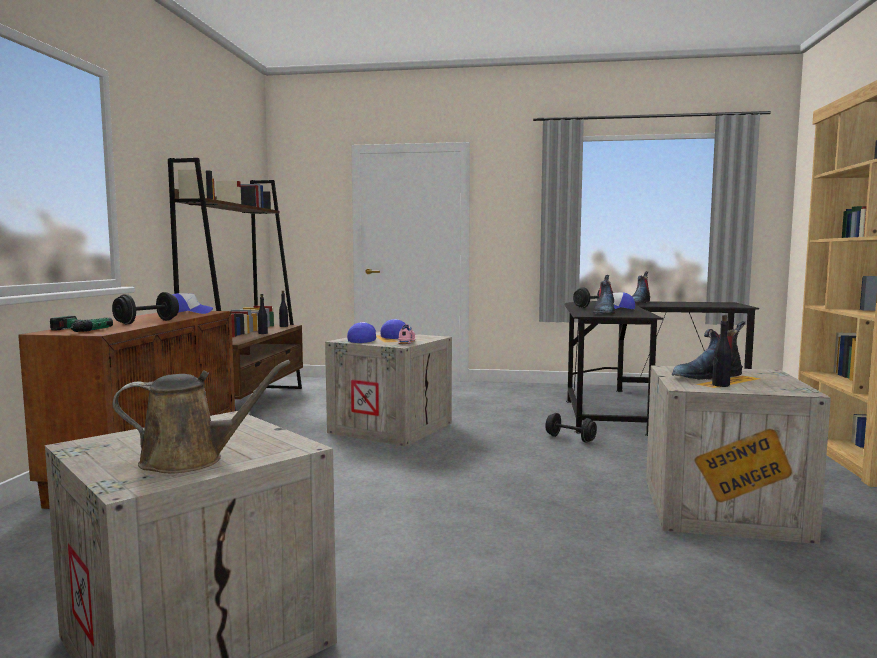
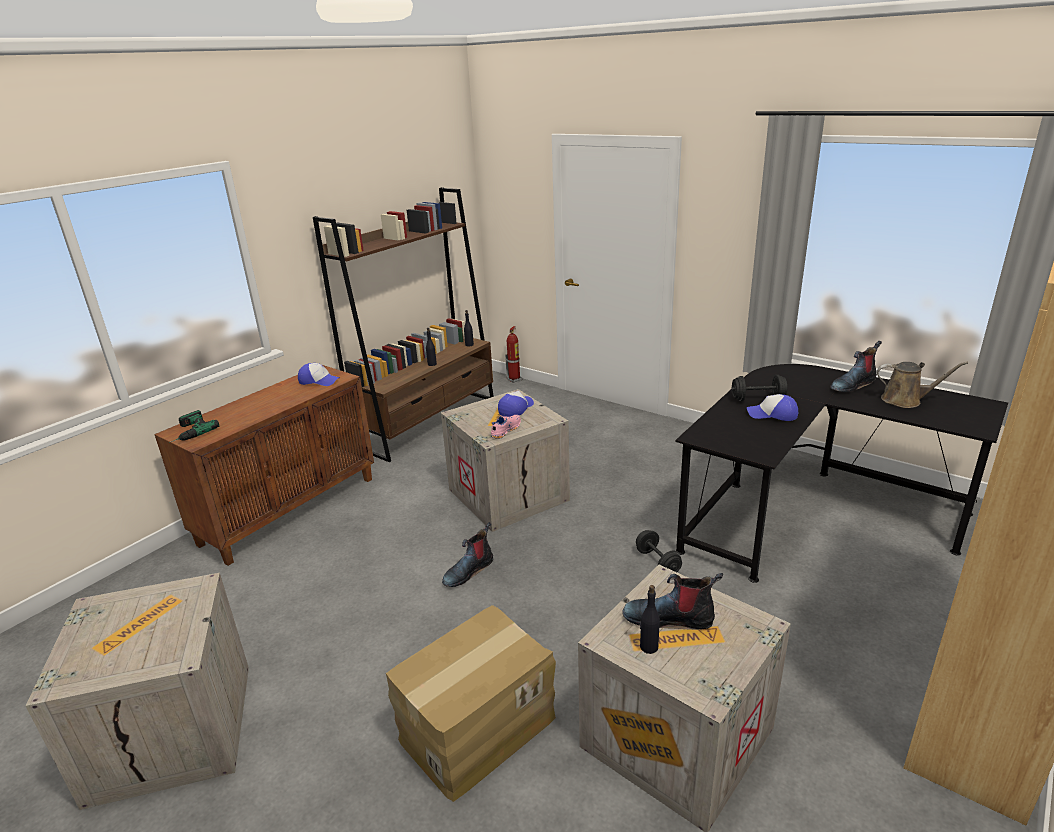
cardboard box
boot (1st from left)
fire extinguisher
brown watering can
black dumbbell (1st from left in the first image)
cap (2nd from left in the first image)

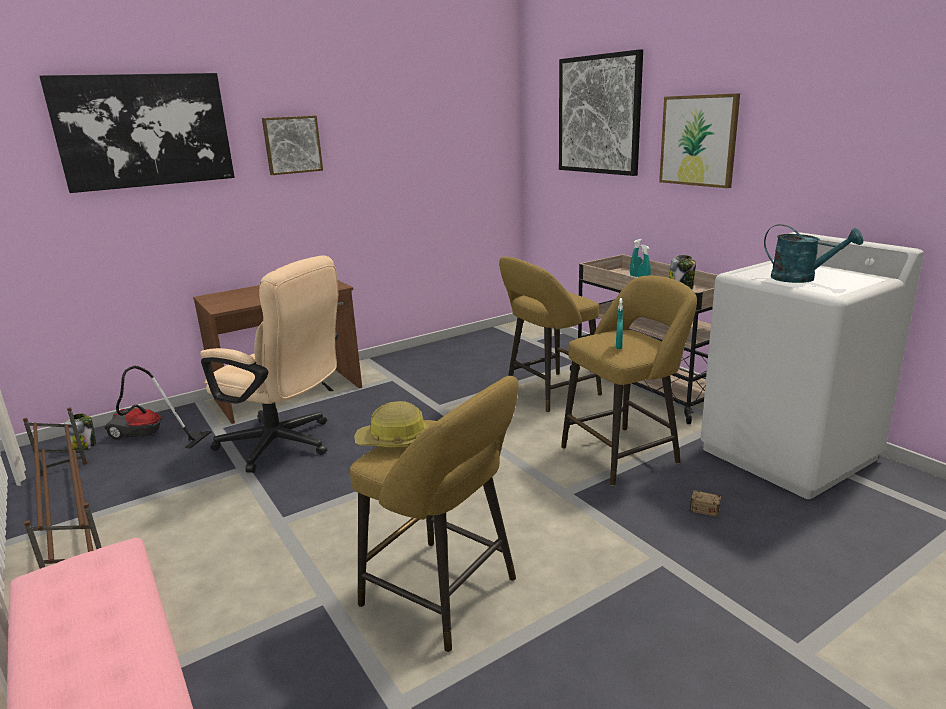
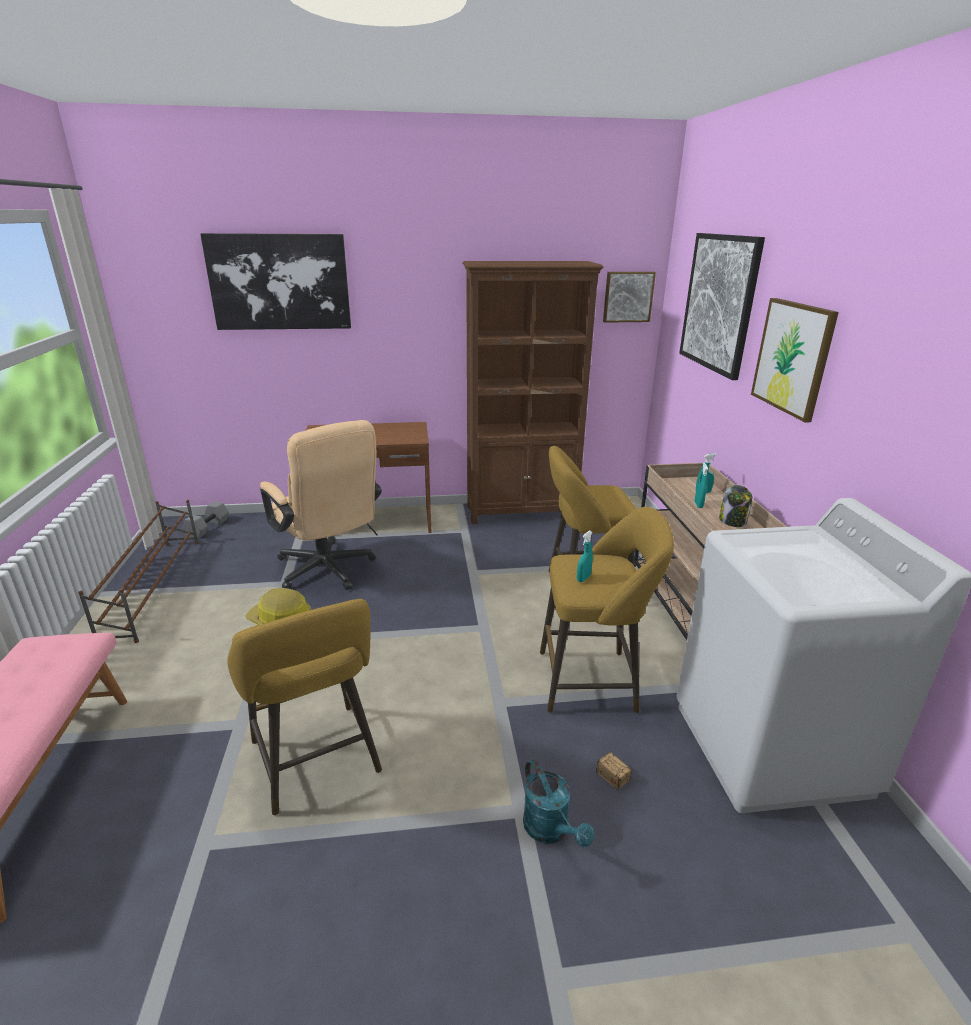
grey dumbbell
brown bookcase
turquoise watering can
picture (2nd from left)
vacuum cleaner

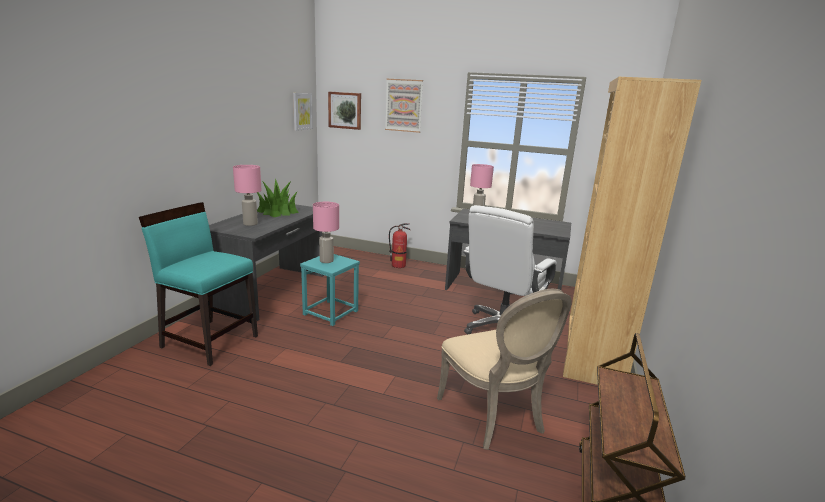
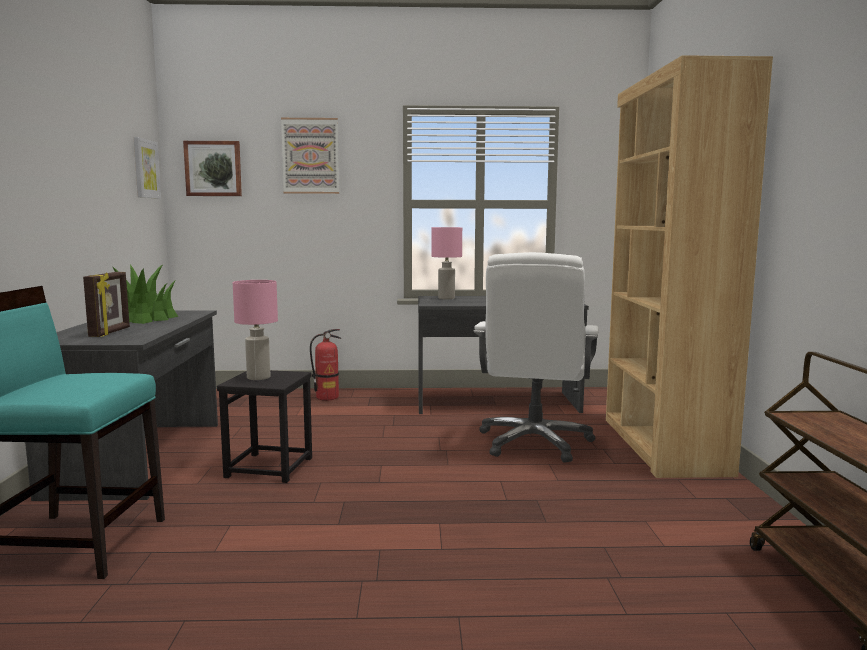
picture frame
black stool
beige chair

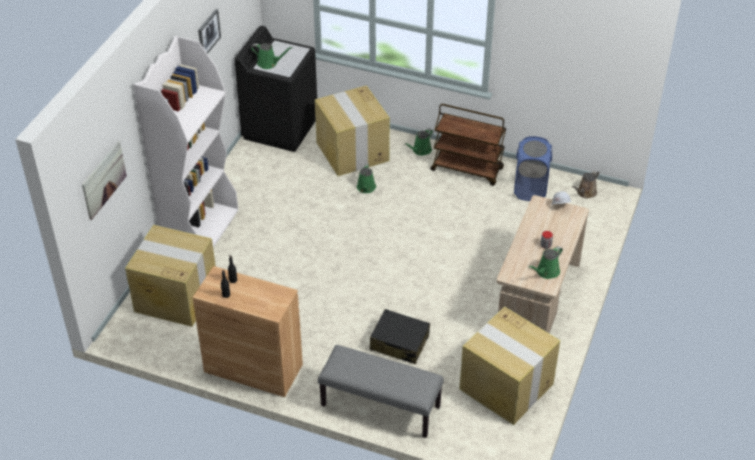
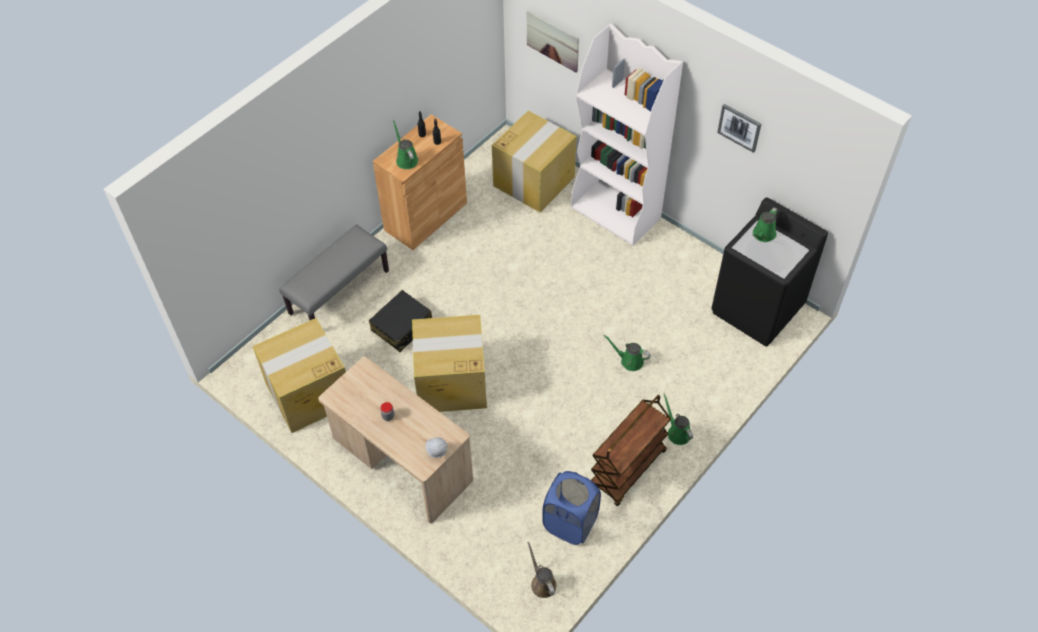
green watering can (1st from left)
cardboard box (2nd from left)

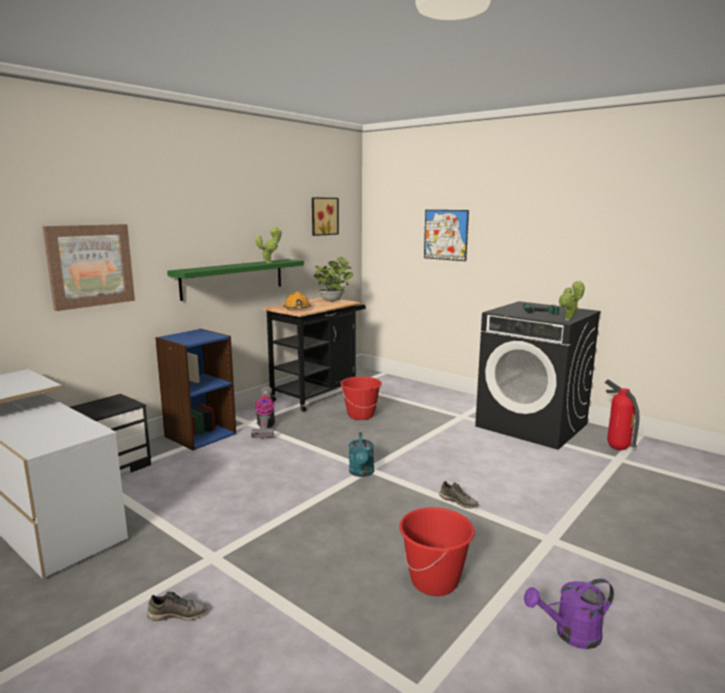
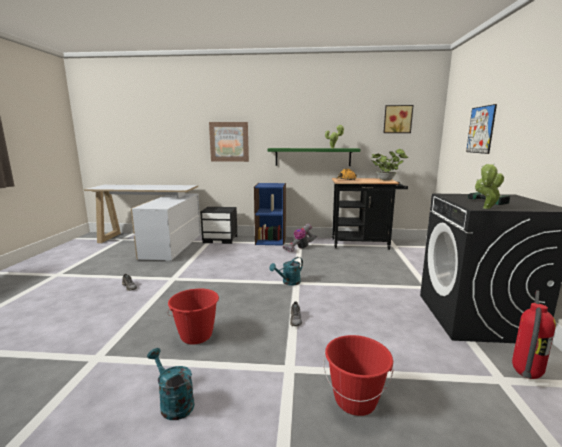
turquoise watering can (1st from left)
red bucket (2nd from left)

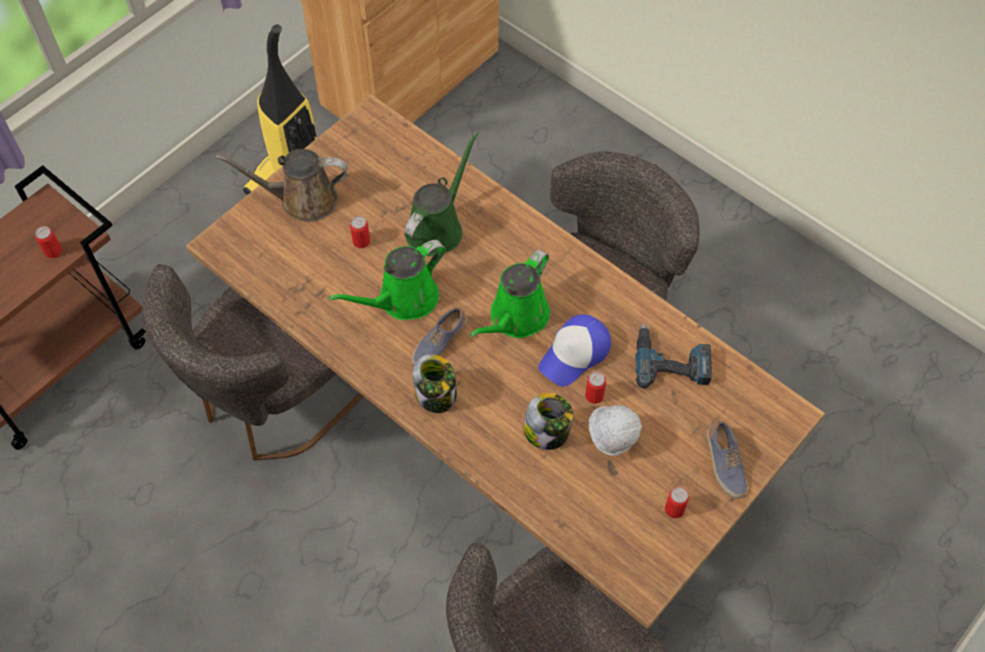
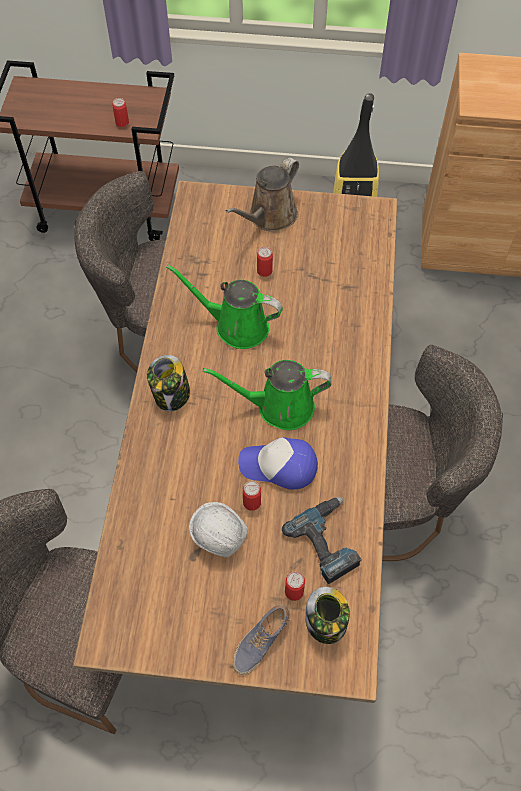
brown watering can
can (4th from left)
jar (2nd from left)
green watering can (2nd from left in the first image)
shoe (1st from left in the first image)

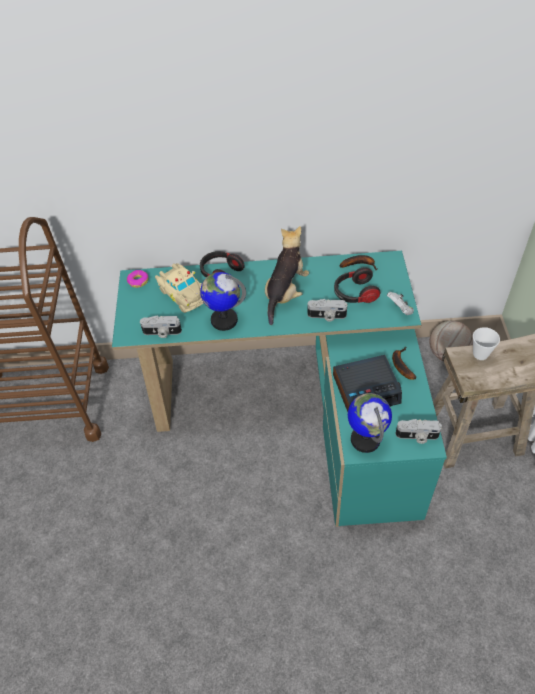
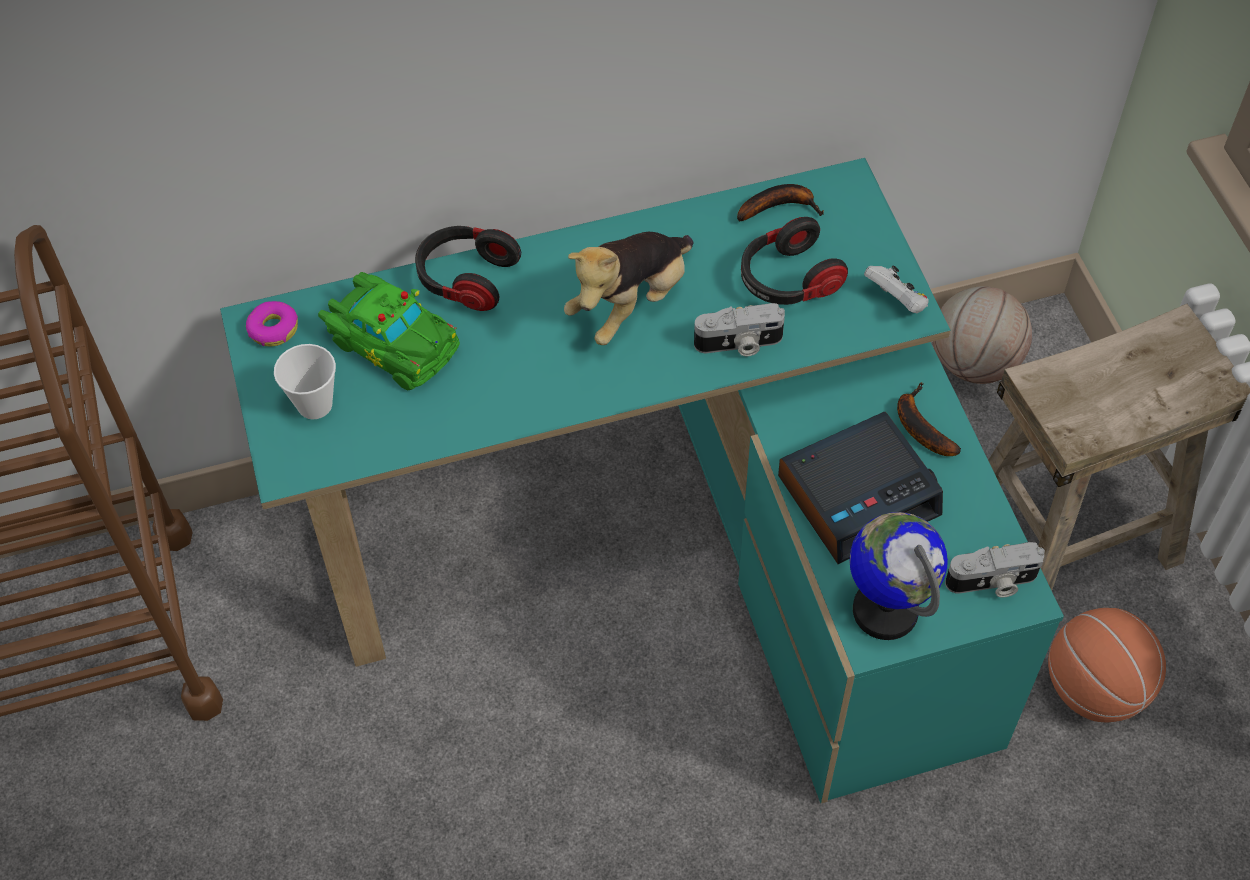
cup
green toy car
plush toy
basketball (2nd from left)
photo camera (1st from left in the first image)
globe (1st from left in the first image)

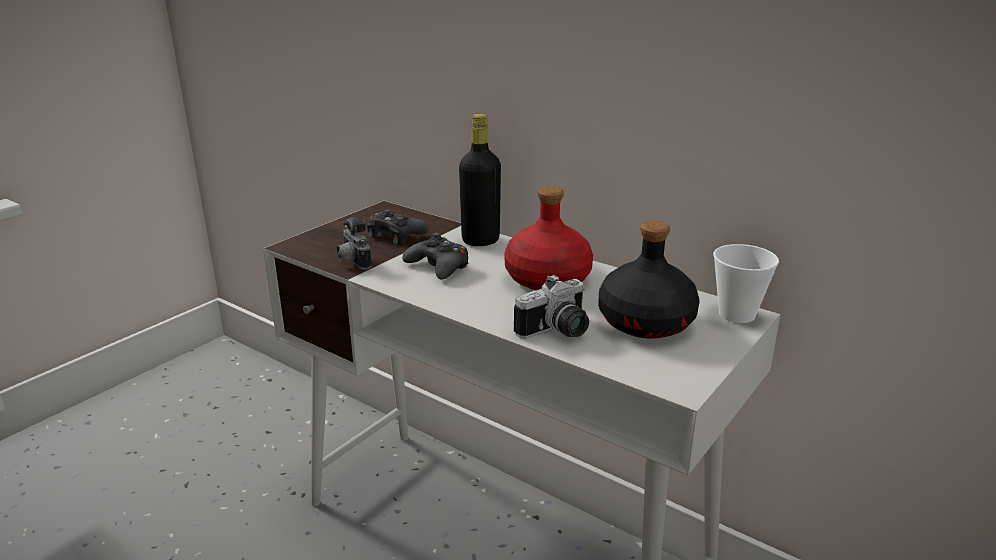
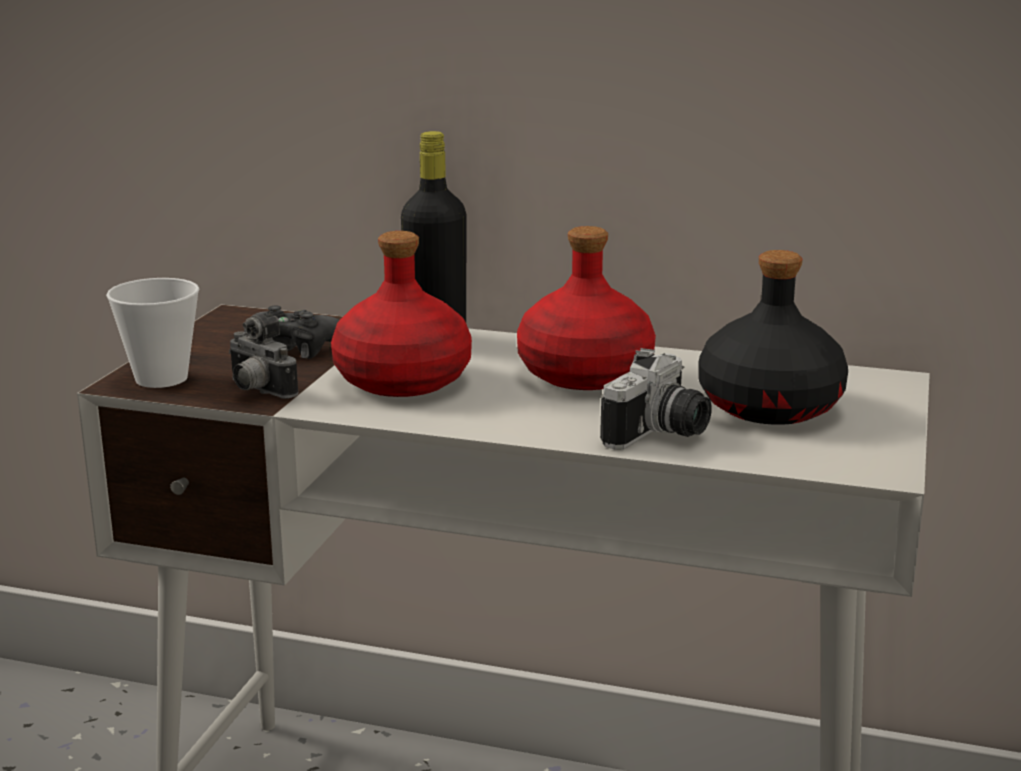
cup
red bottle (1st from left)

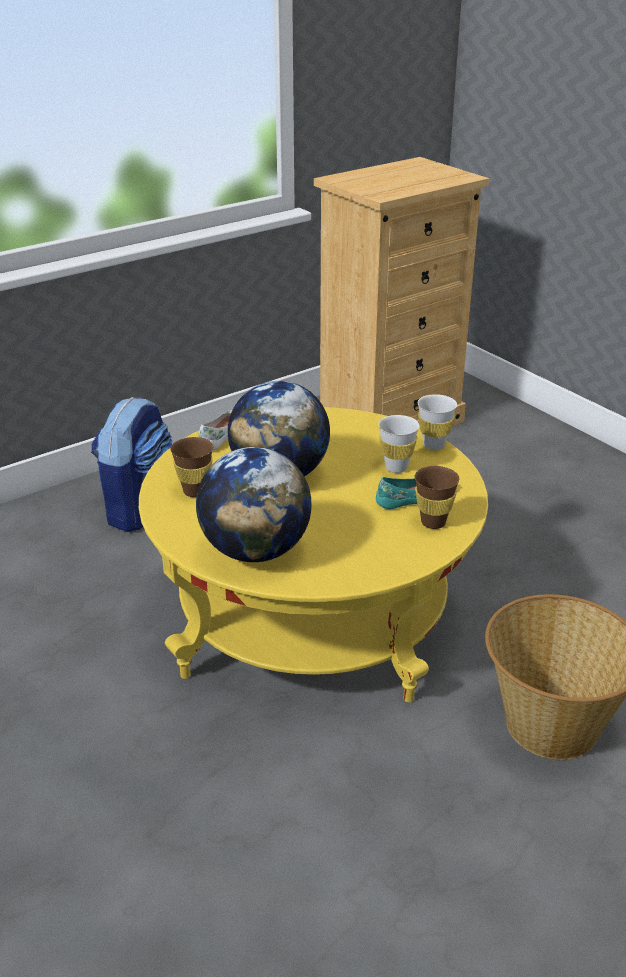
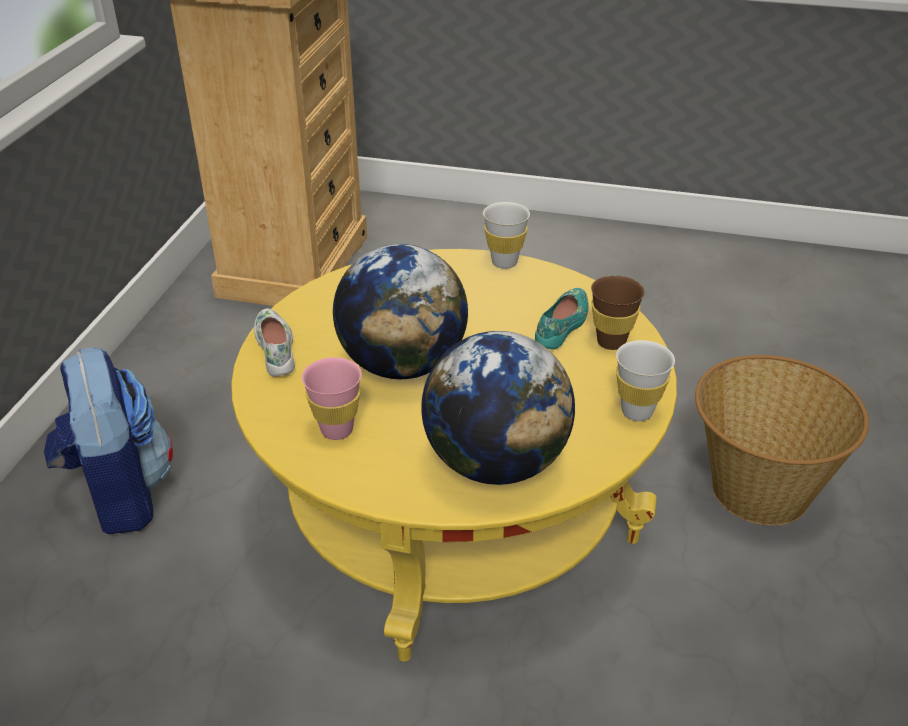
pink cup
white cup (2nd from left)

